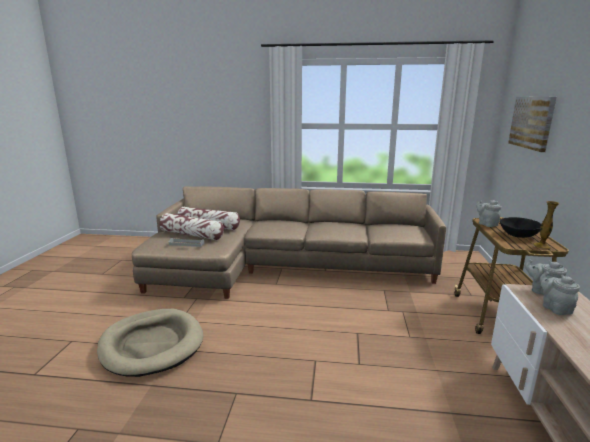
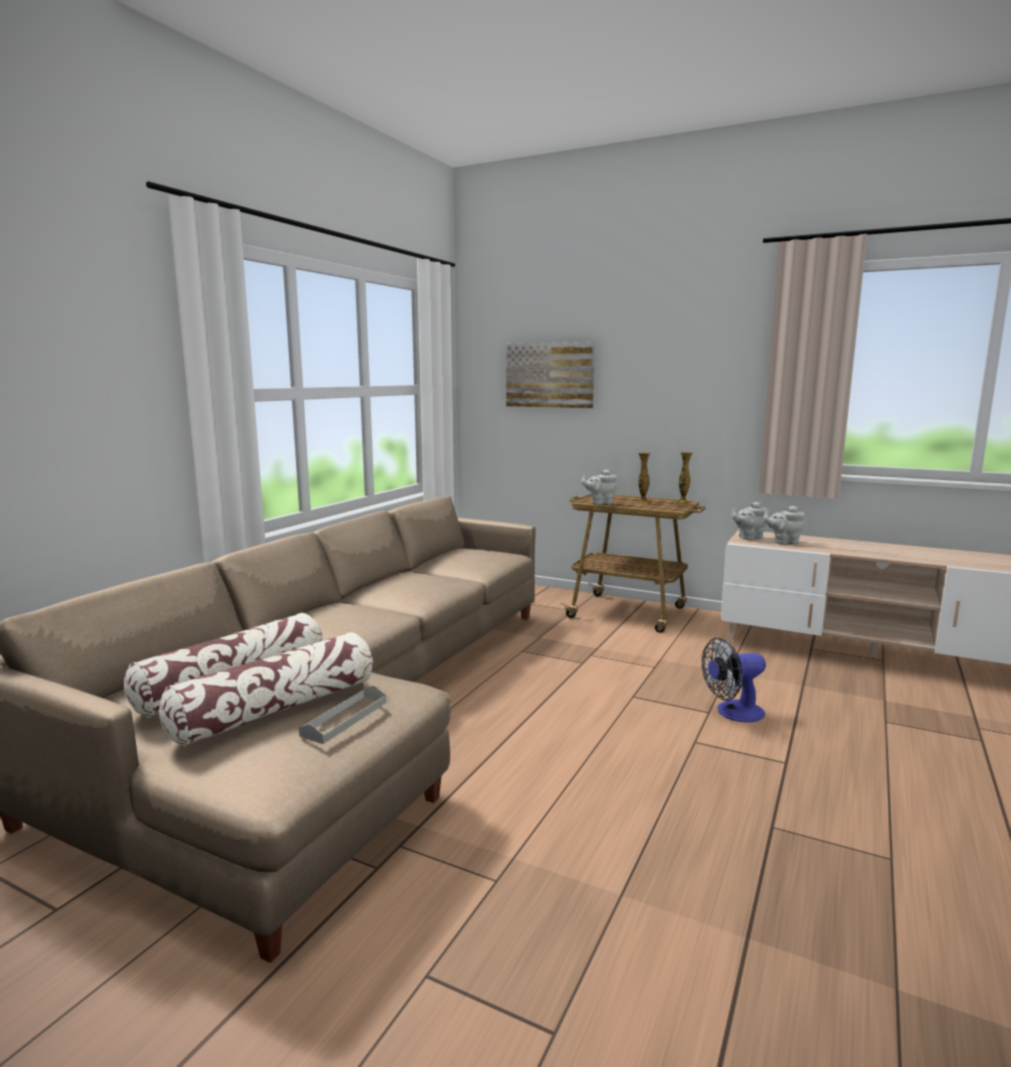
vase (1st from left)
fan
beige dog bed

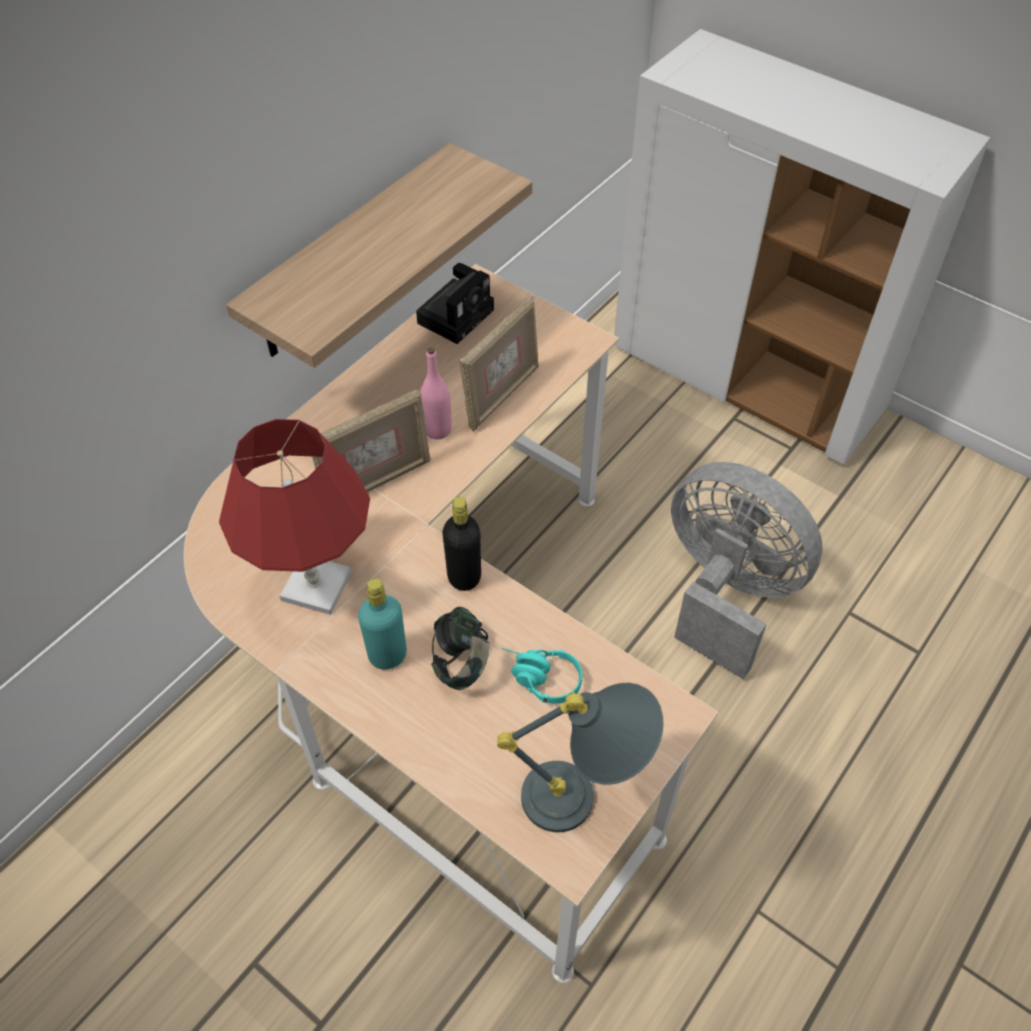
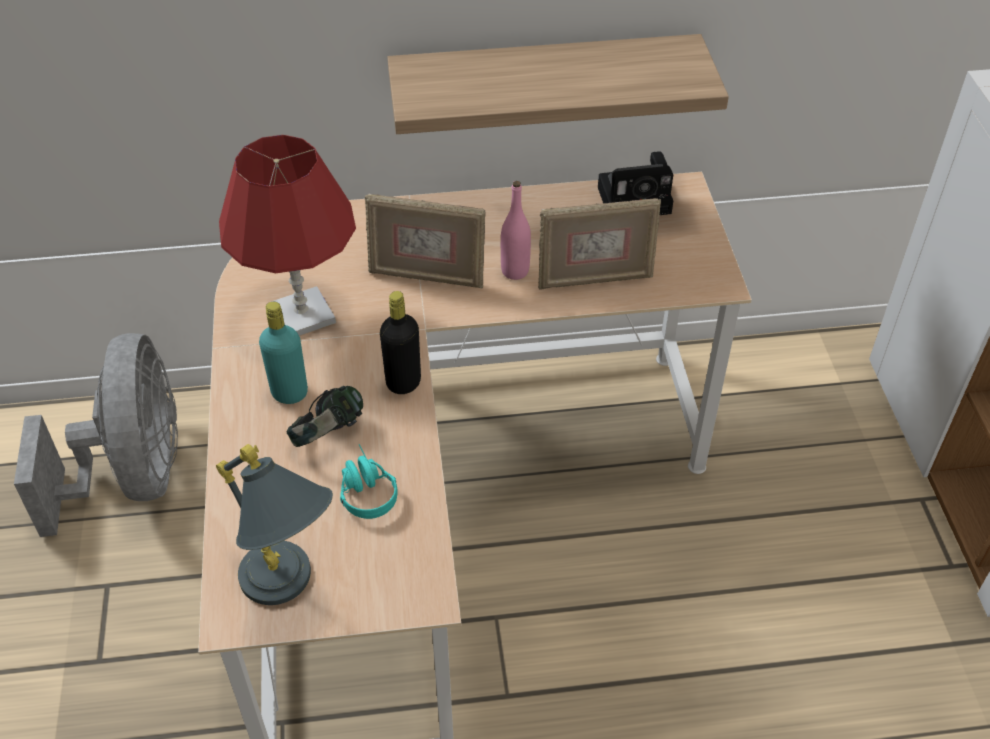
grey fan

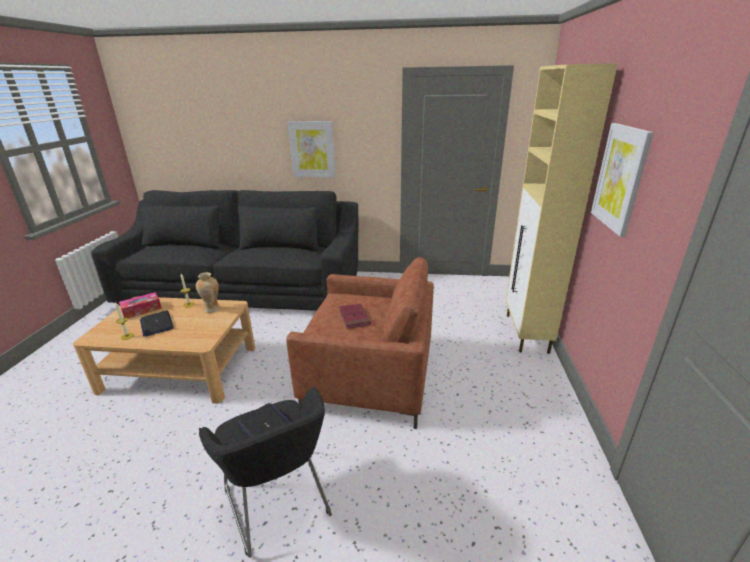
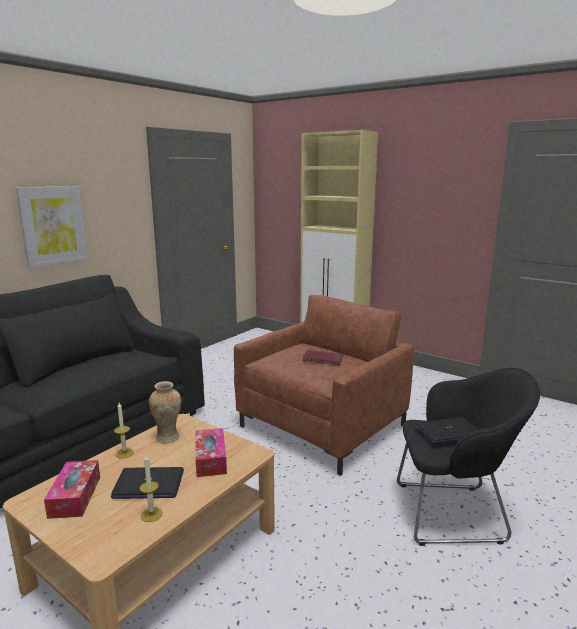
tissue box (2nd from left)
picture (2nd from left in the first image)

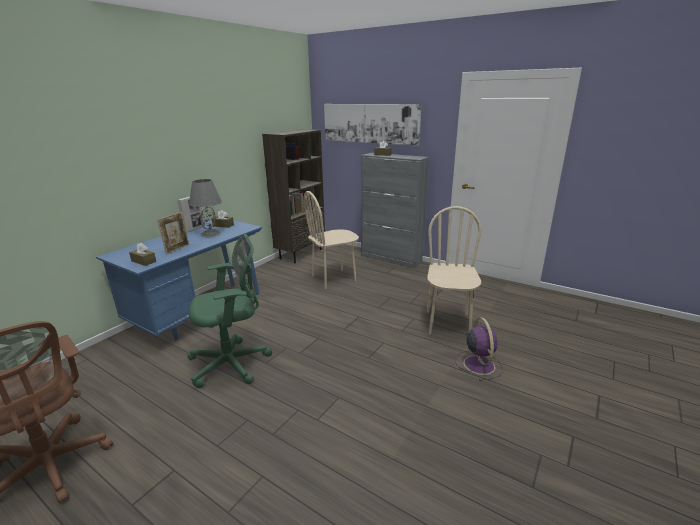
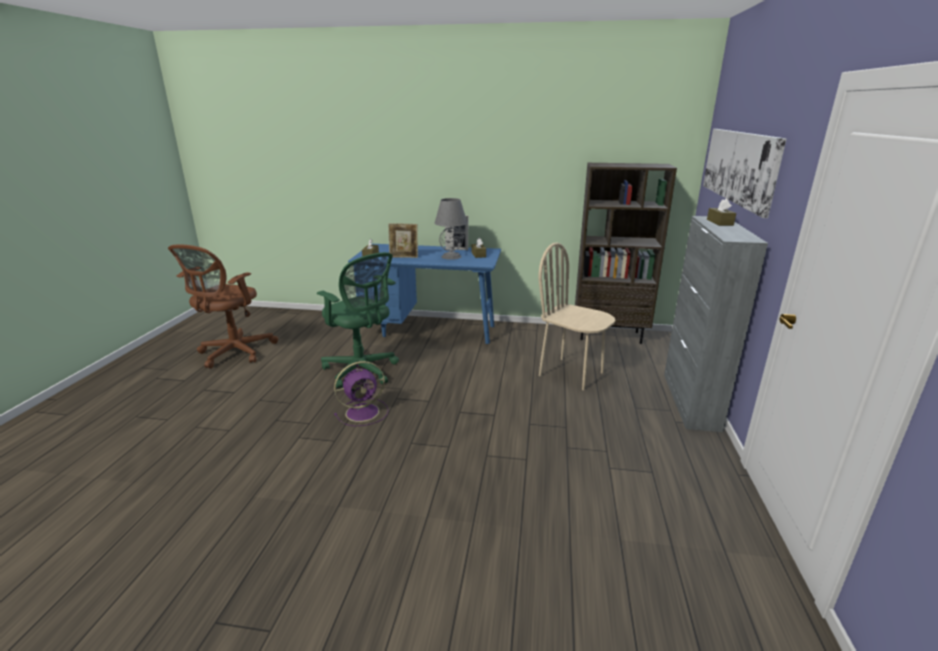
purple fan
beige chair (2nd from left in the first image)

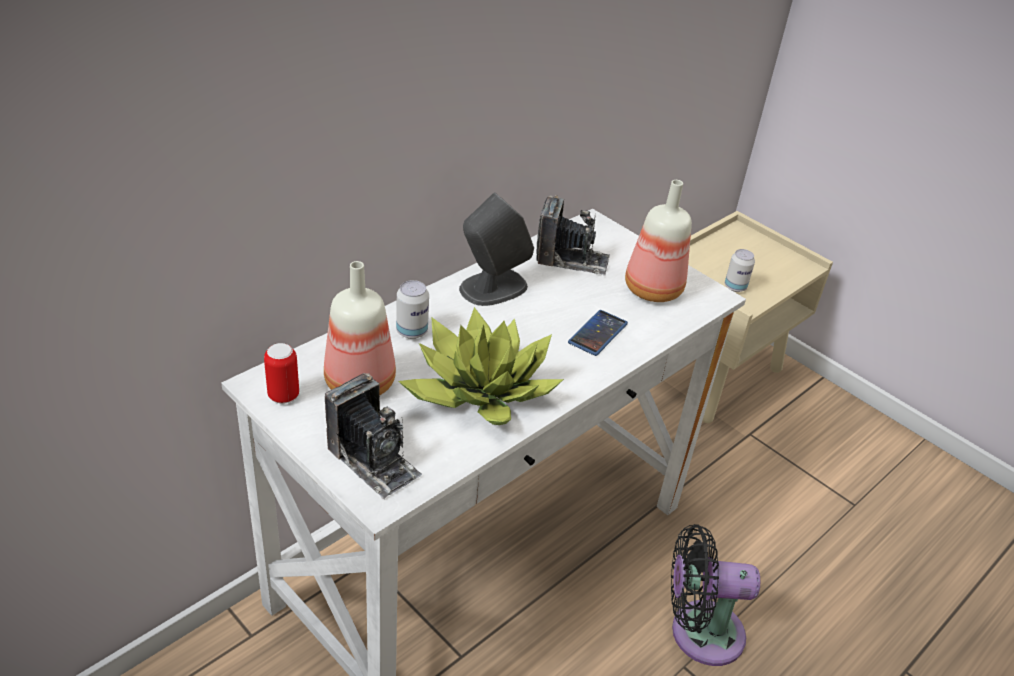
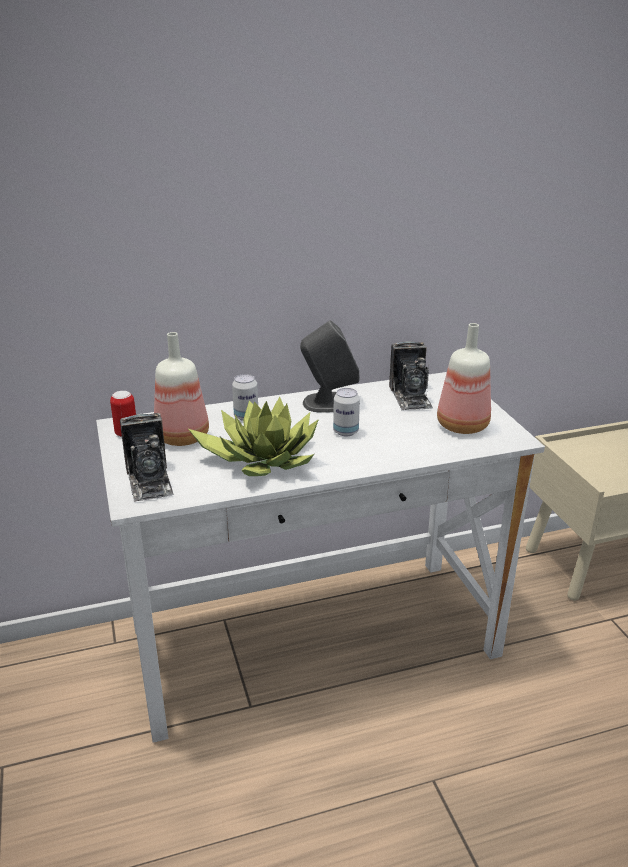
can (3rd from left)
photo camera (2nd from left)
phone
black fan

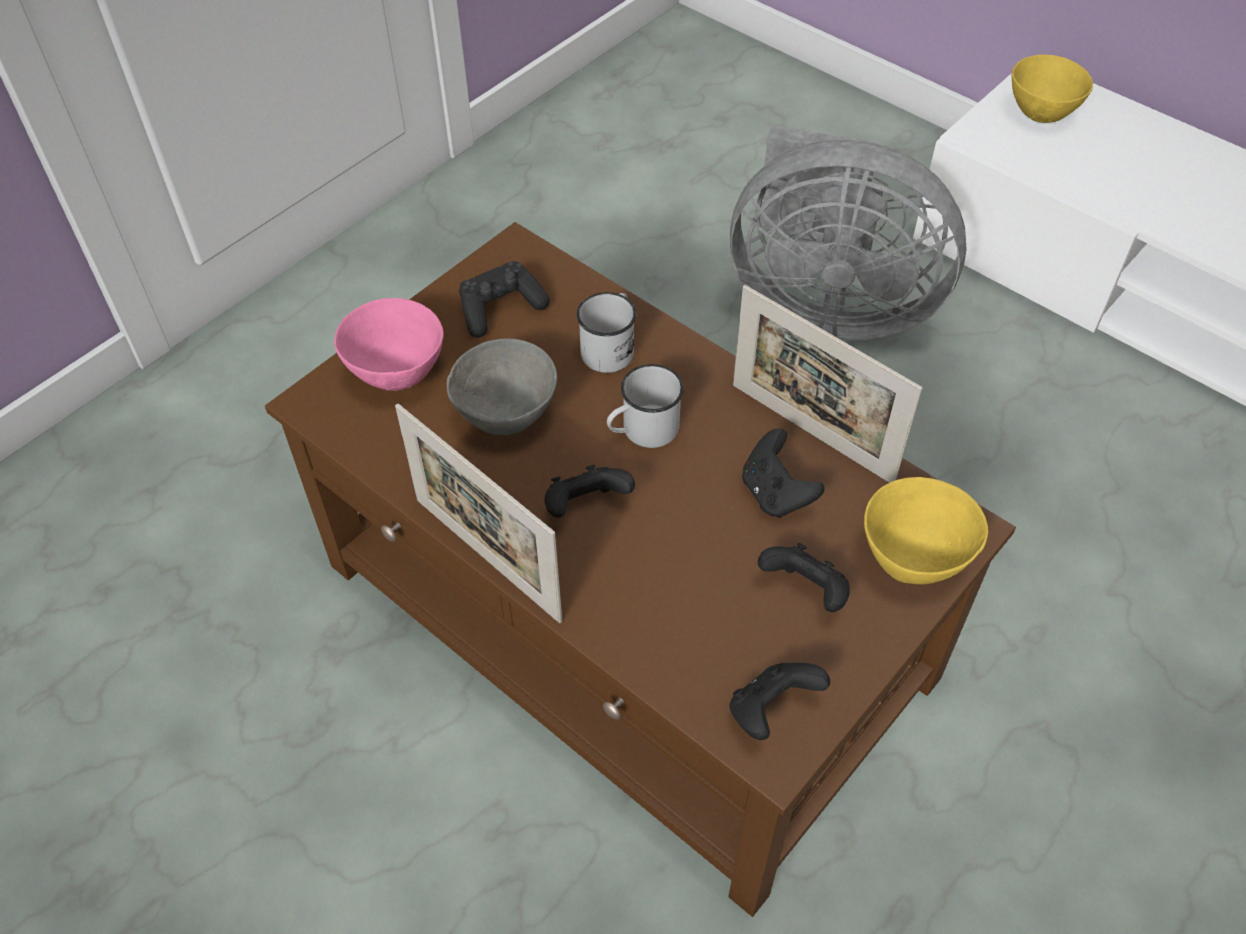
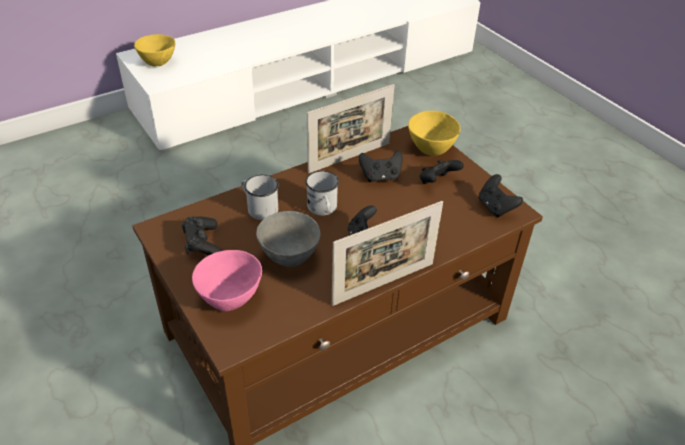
grey fan

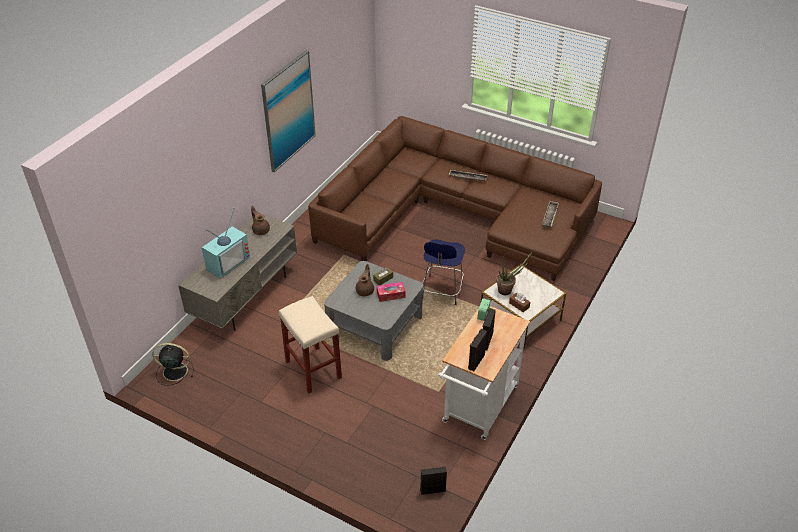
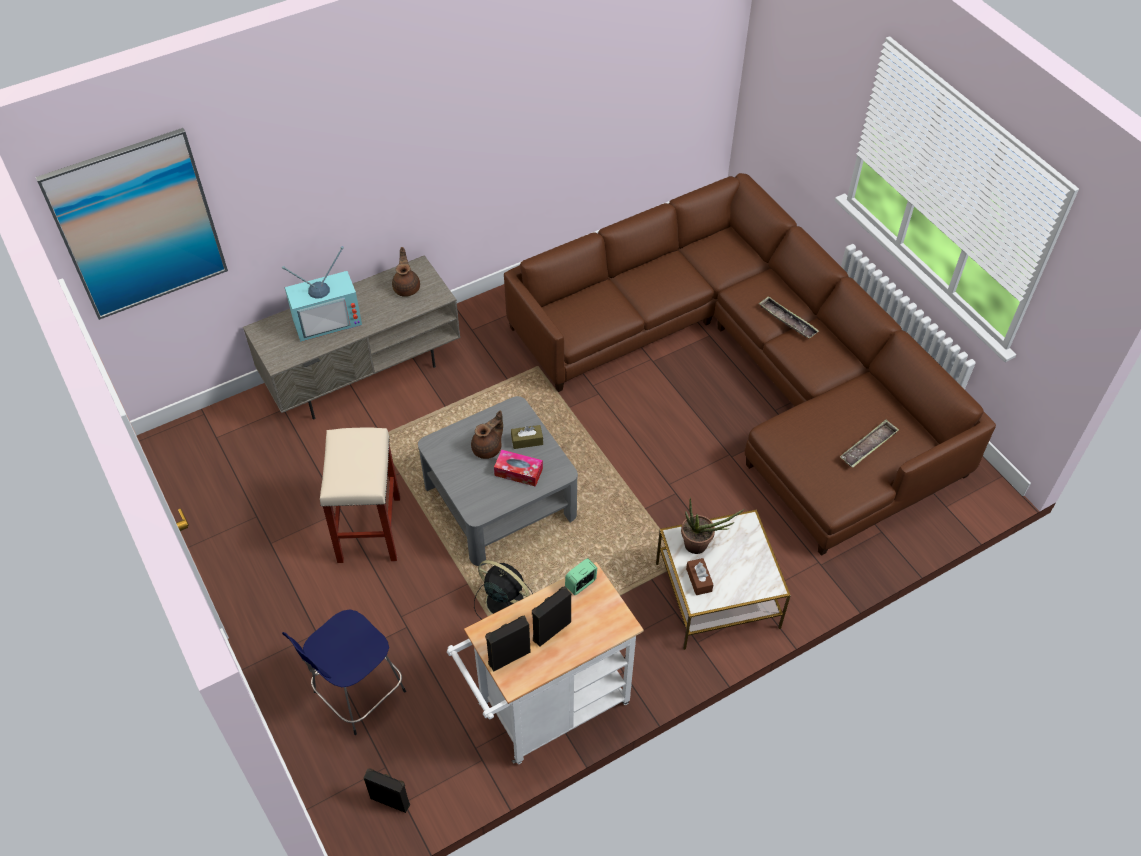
picture
blue stool
black fan

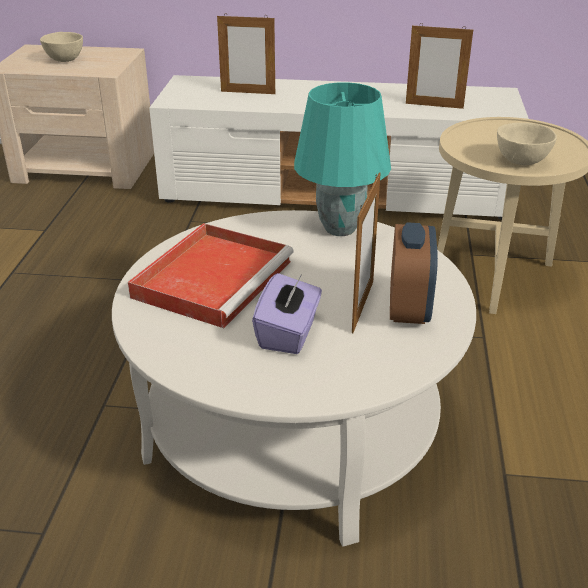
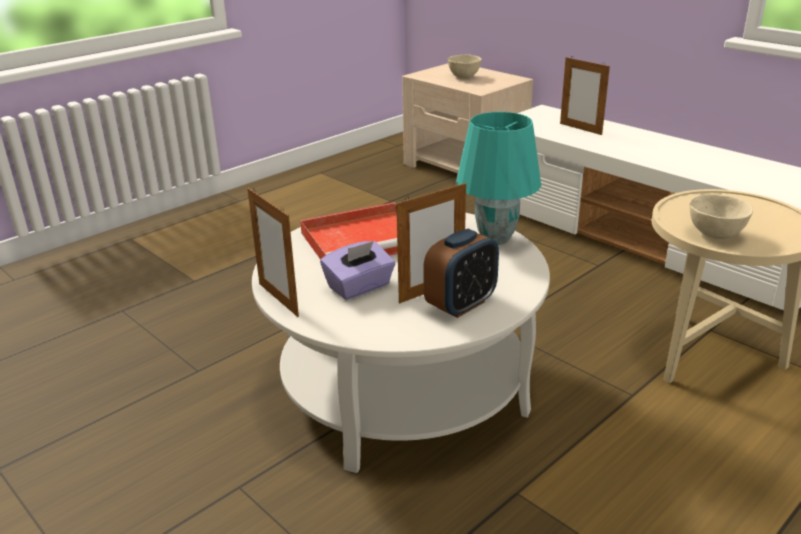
picture frame (1st from left)

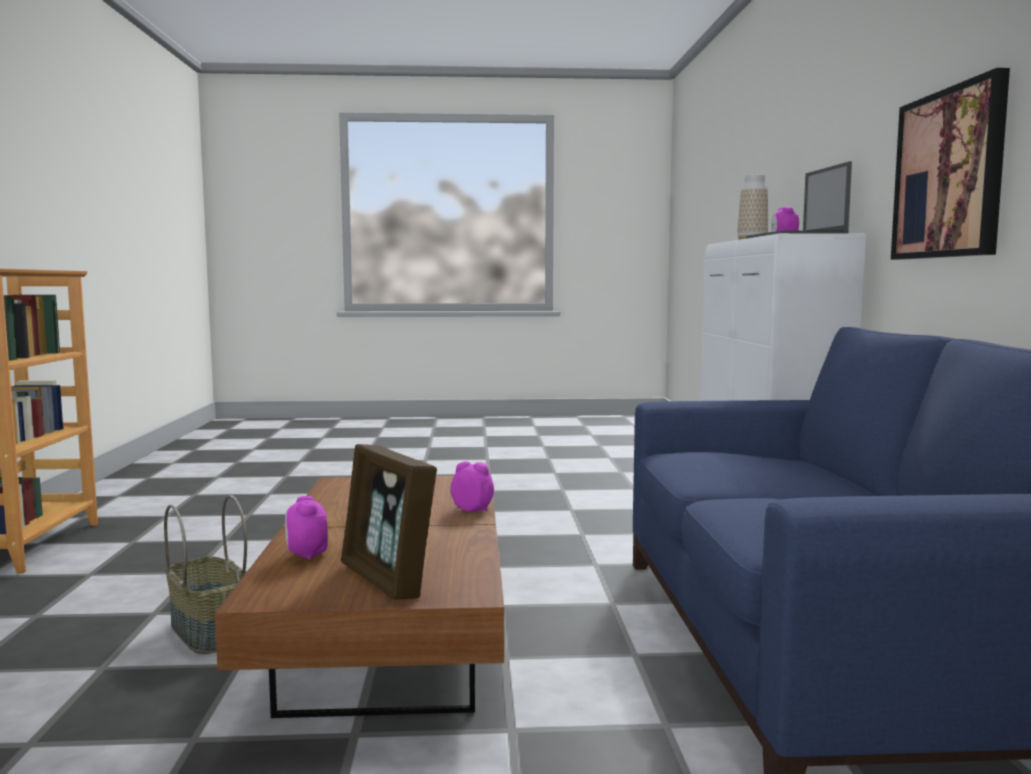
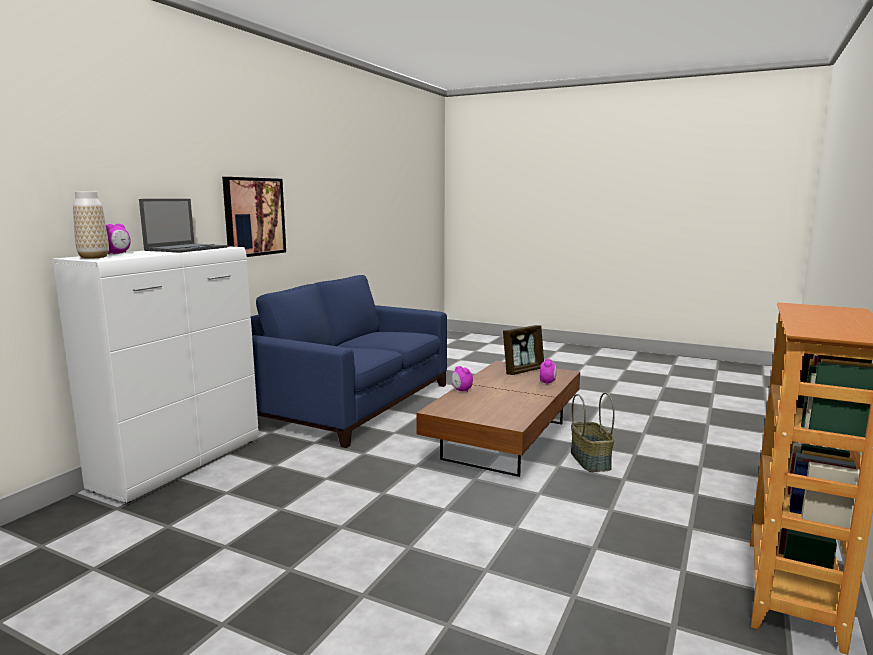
picture frame

